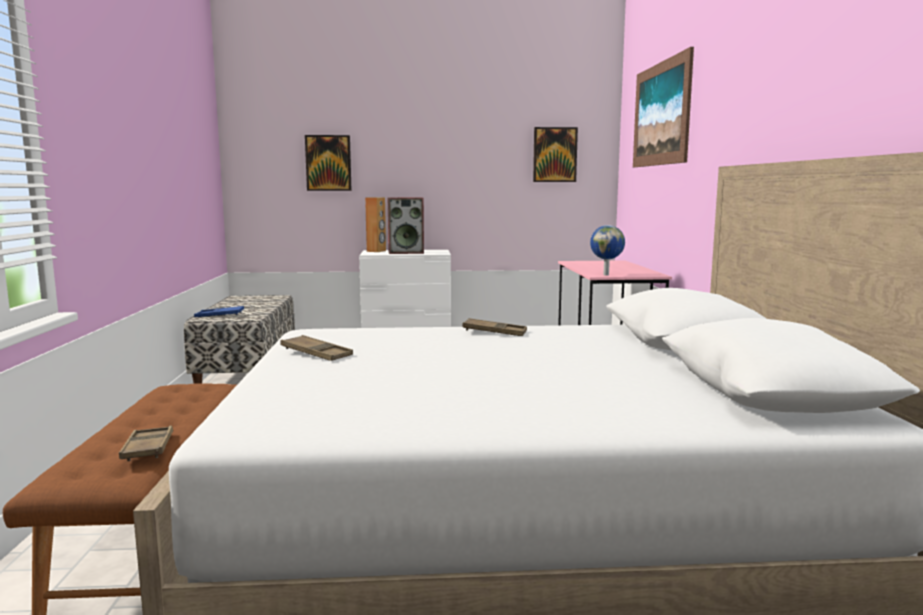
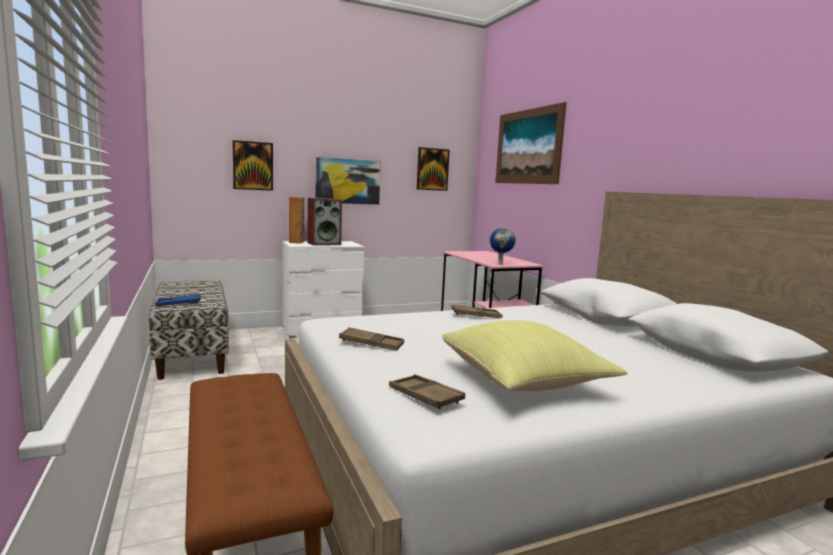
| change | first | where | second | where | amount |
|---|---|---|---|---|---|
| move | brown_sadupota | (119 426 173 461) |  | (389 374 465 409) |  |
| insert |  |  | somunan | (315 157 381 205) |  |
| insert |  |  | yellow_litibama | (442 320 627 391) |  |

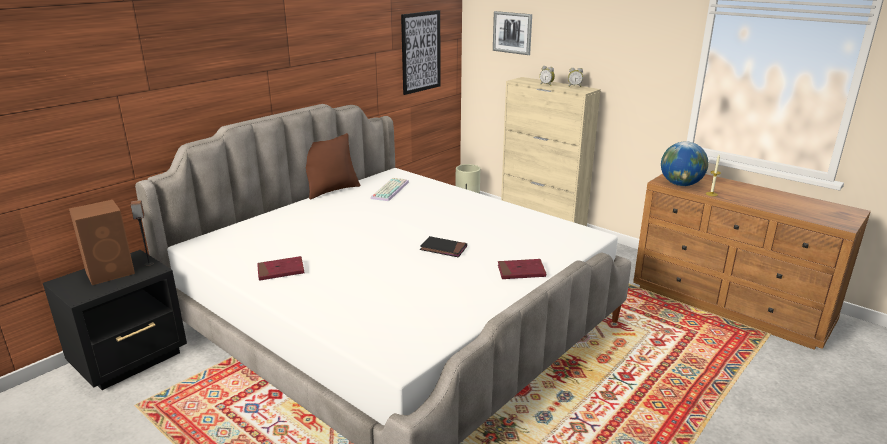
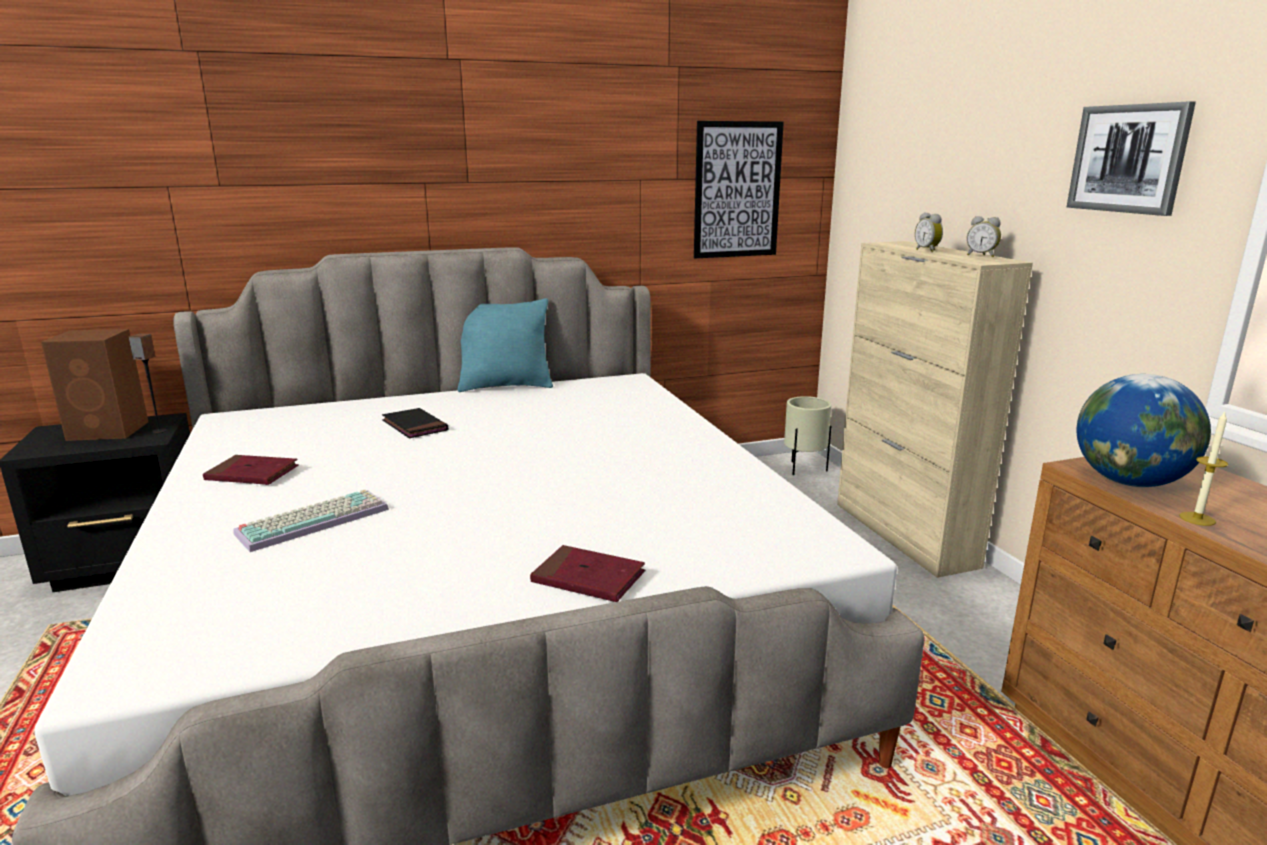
| change | first | where | second | where | amount |
|---|---|---|---|---|---|
| move | somunan | (493 11 532 55) |  | (1067 101 1196 216) |  |
| recolor | brown_litibama | (306 133 360 199) | turquoise_litibama | (457 298 553 392) |  |
| move | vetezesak | (371 178 409 201) |  | (233 490 389 552) |  |
| move | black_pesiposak | (420 236 467 257) |  | (382 408 448 438) |  |

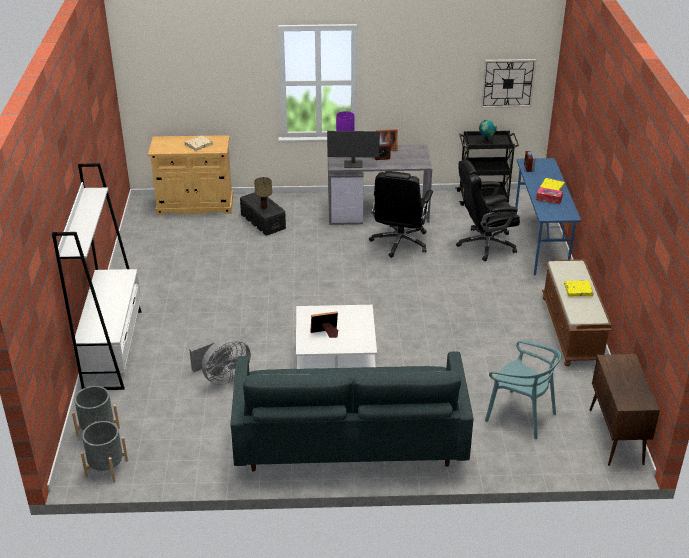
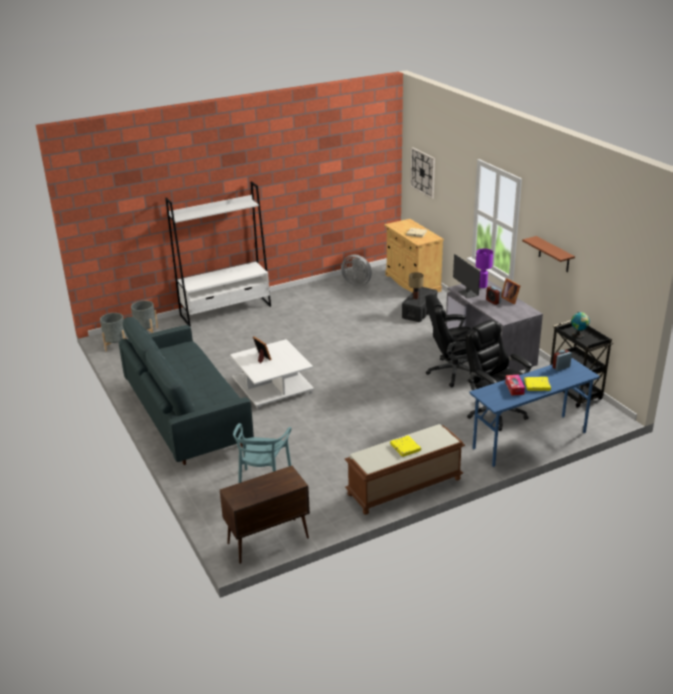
| change | first | where | second | where | amount |
|---|---|---|---|---|---|
| move | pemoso | (481 59 536 108) |  | (410 147 435 199) |  |
| move | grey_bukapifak | (189 337 251 385) |  | (341 255 372 287) |  |
| insert |  |  | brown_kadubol | (522 236 575 272) |  |

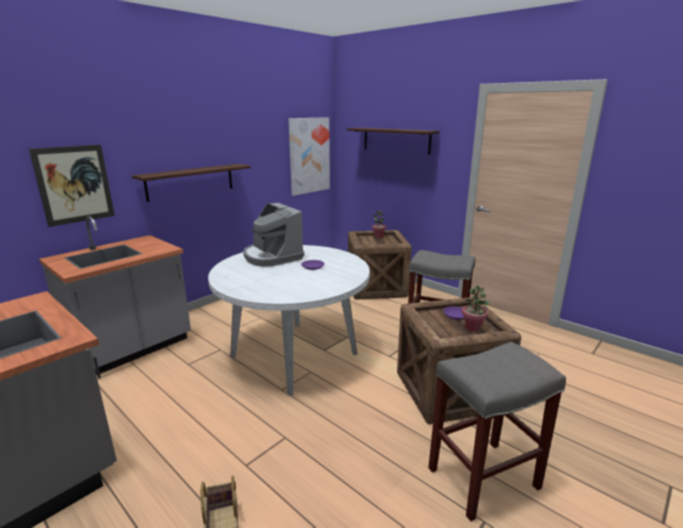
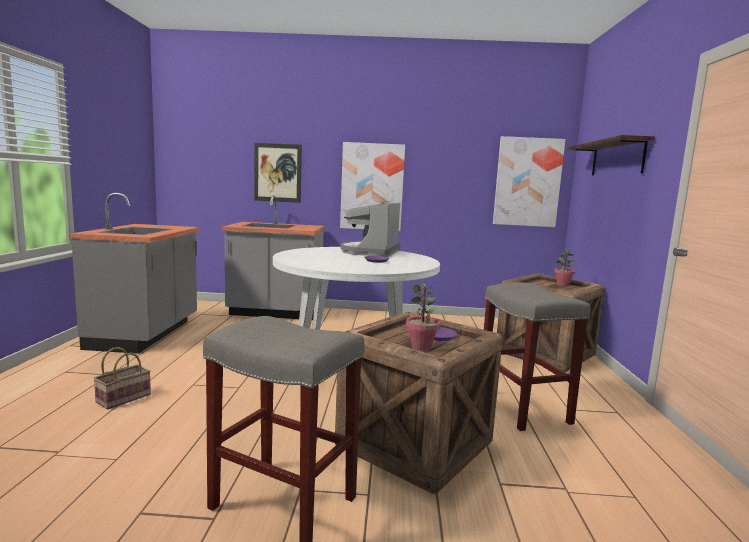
| change | first | where | second | where | amount |
|---|---|---|---|---|---|
| replace | kadubol | (132 164 251 202) | somunan | (340 142 405 231) |  |

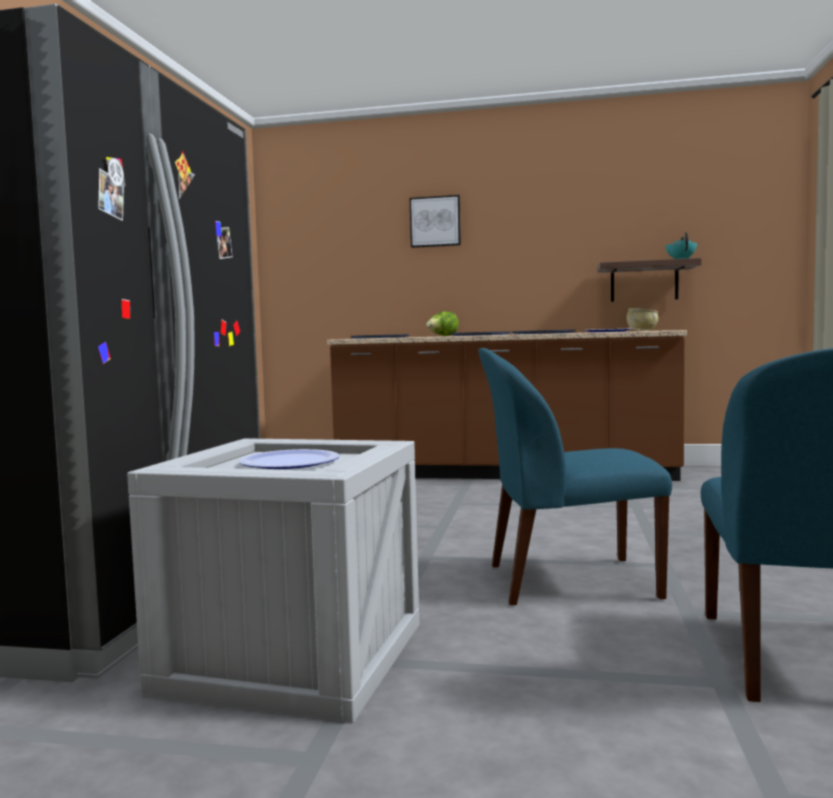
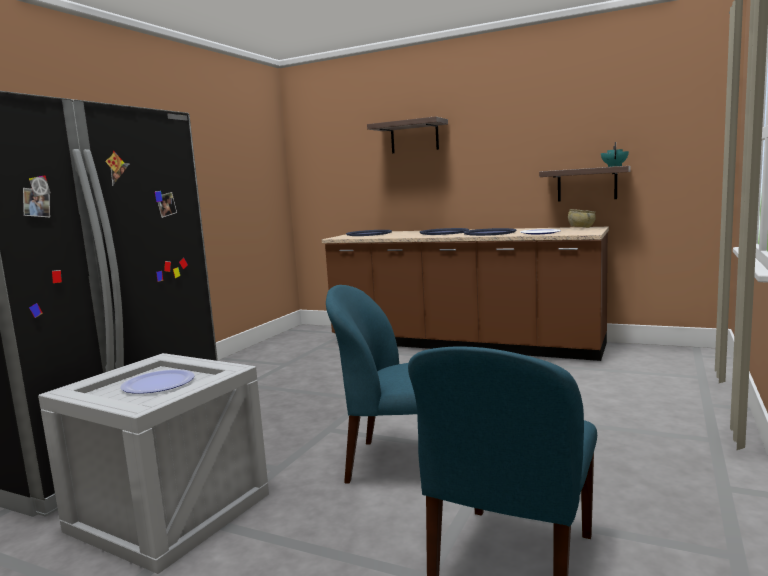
| change | first | where | second | where | amount |
|---|---|---|---|---|---|
| replace | somunan | (410 195 461 248) | kadubol | (367 116 448 154) |  |
| delete | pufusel | (426 311 459 336) |  |  |  |

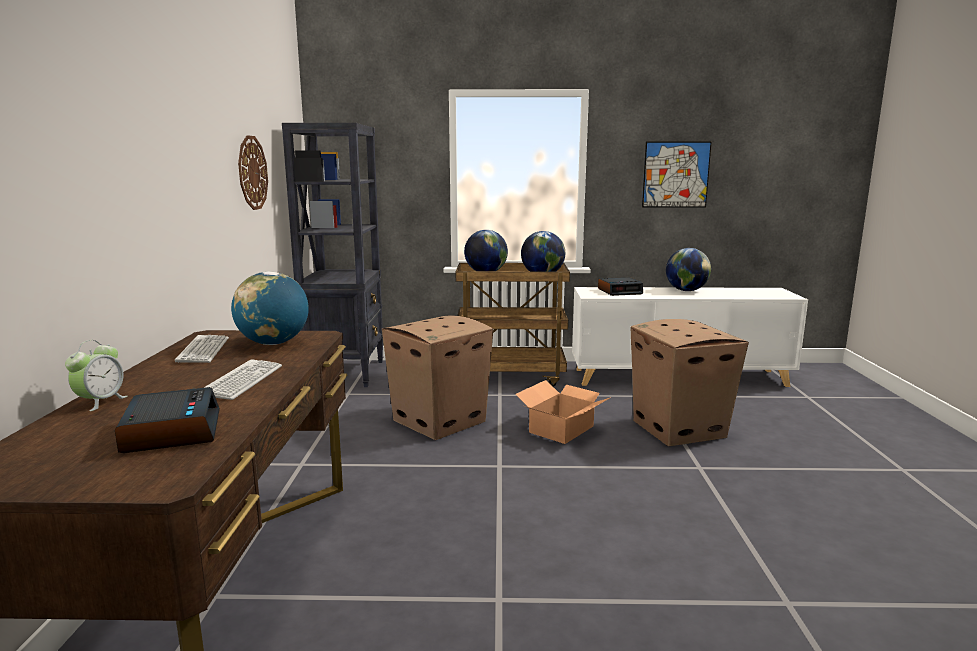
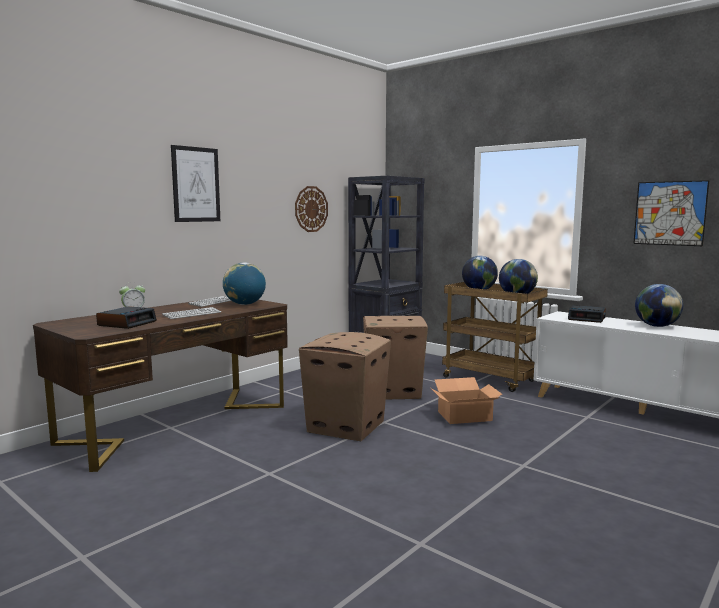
| change | first | where | second | where | amount |
|---|---|---|---|---|---|
| move | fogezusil | (631 319 749 446) |  | (299 332 391 441) |  |
| insert |  |  | somunan | (171 145 220 222) |  |

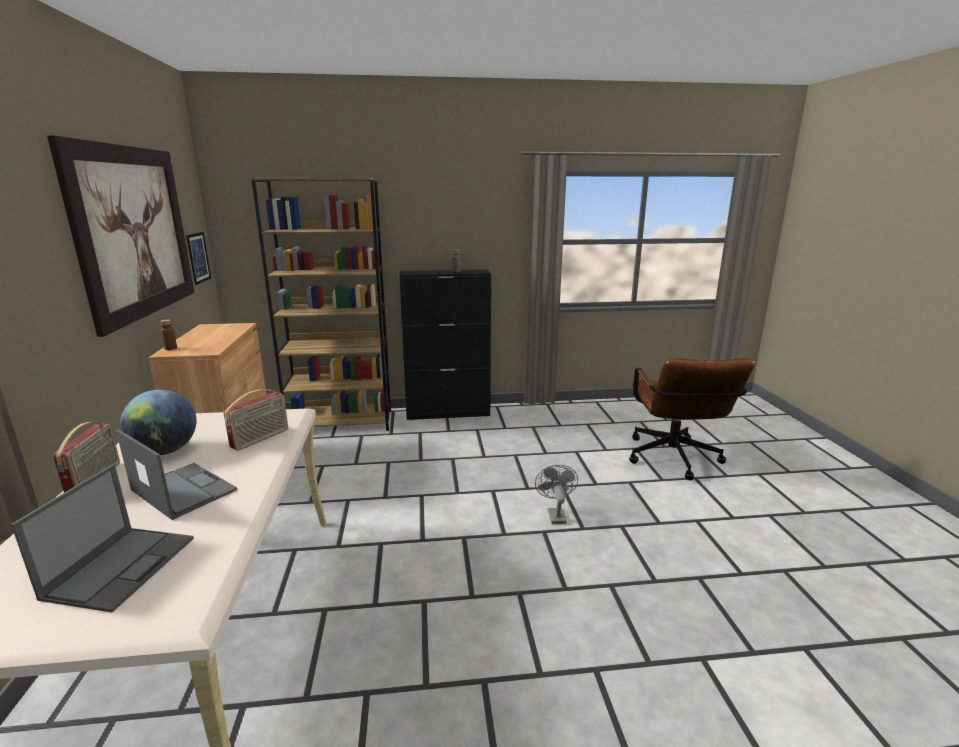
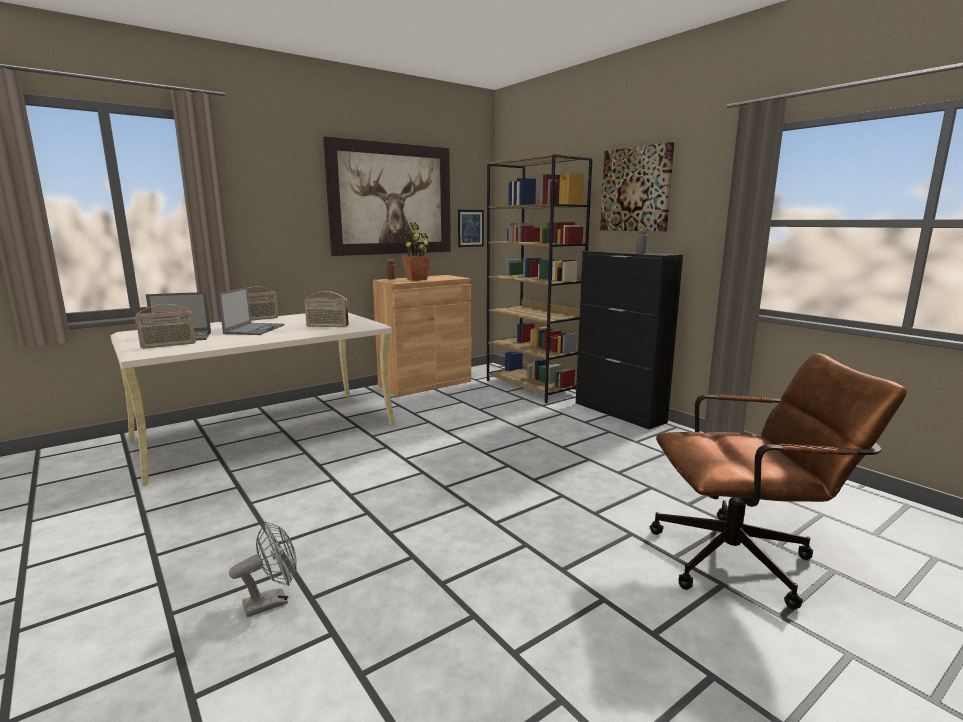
| change | first | where | second | where | amount |
|---|---|---|---|---|---|
| rotate | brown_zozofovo | (629 358 755 480) |  | (650 353 907 609) | 150 degrees counterclockwise |
| delete | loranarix | (120 390 196 455) |  |  |  |
| move | grey_bukapifak | (535 465 578 524) |  | (229 521 297 617) |  |
| insert |  |  | somunan | (600 142 674 231) |  |
| insert |  |  | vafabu | (402 222 431 281) |  |
| insert |  |  | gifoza | (135 304 196 349) |  |

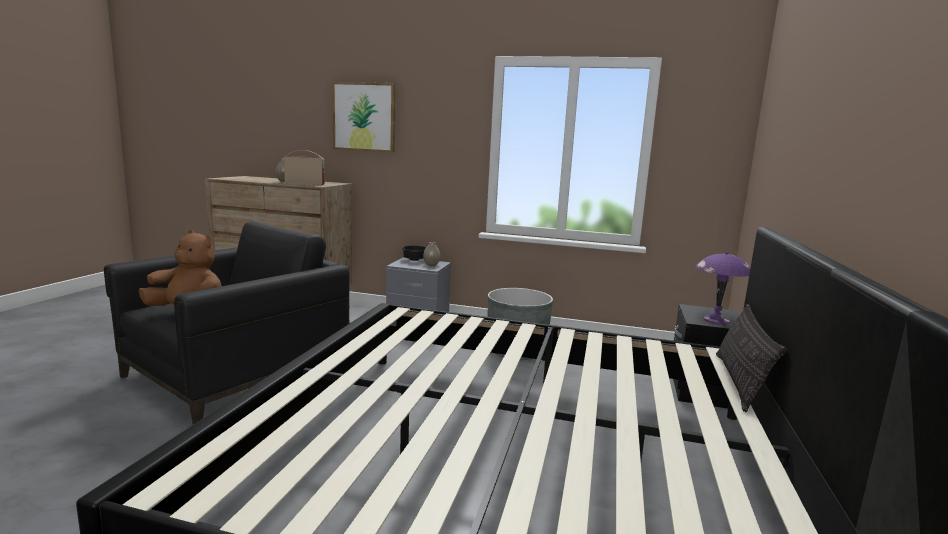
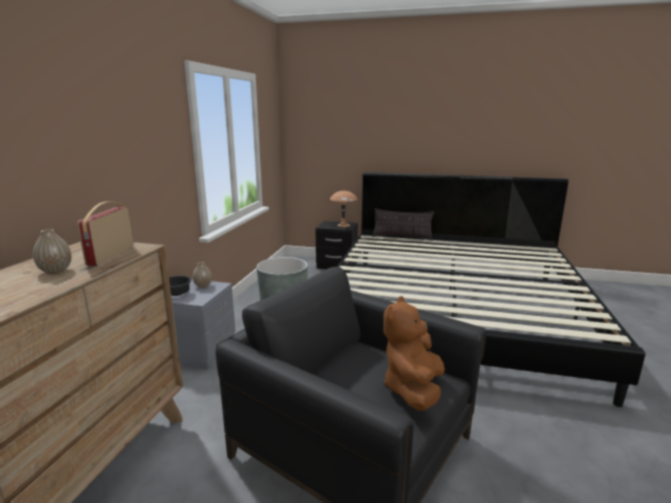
| change | first | where | second | where | amount |
|---|---|---|---|---|---|
| delete | somunan | (332 82 395 152) |  |  |  |
| recolor | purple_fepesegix | (695 252 751 324) | brown_fepesegix | (330 190 358 227) |  |

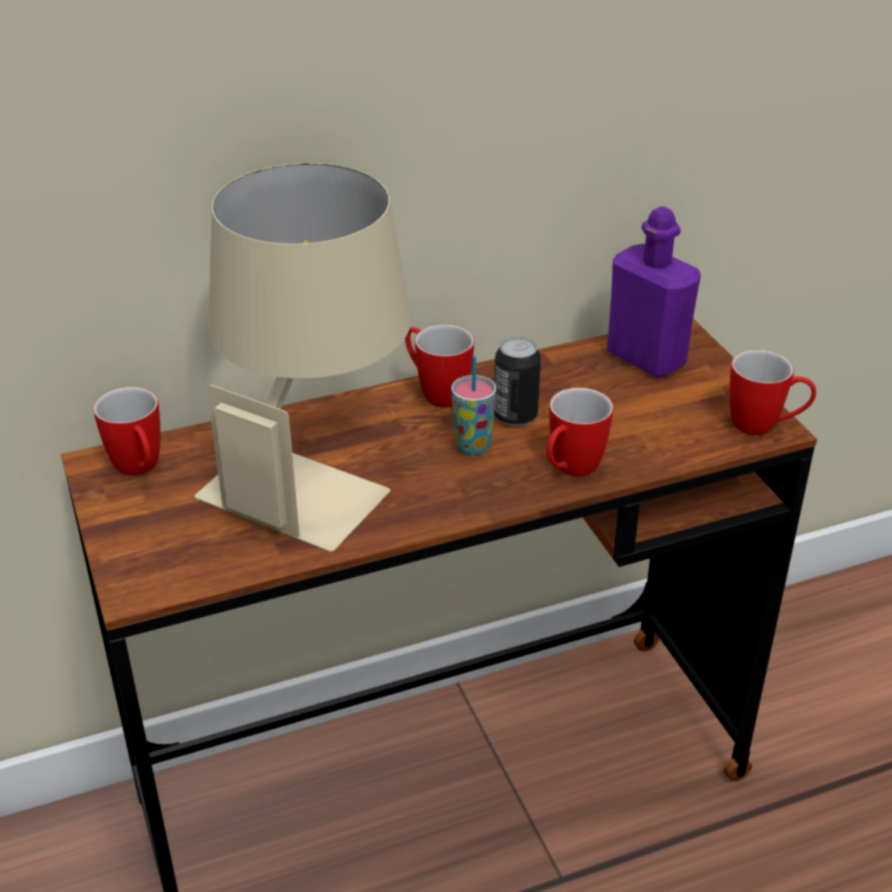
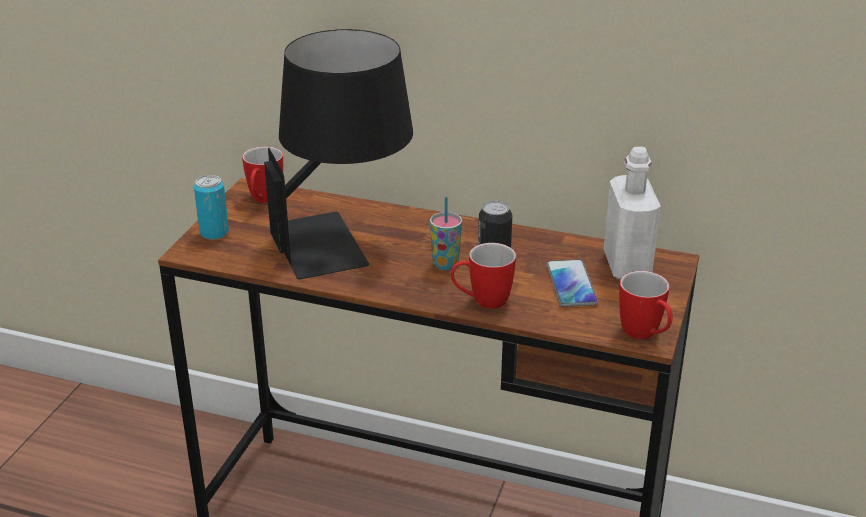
| change | first | where | second | where | amount |
|---|---|---|---|---|---|
| recolor | beige_fepesegix | (195 163 411 552) | black_fepesegix | (264 29 413 279) |  |
| recolor | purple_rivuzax | (607 206 701 377) | white_rivuzax | (604 147 661 280) |  |
| delete | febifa | (405 324 474 408) |  |  |  |
| insert |  |  | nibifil | (194 175 229 240) |  |
| insert |  |  | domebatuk | (546 259 598 307) |  |

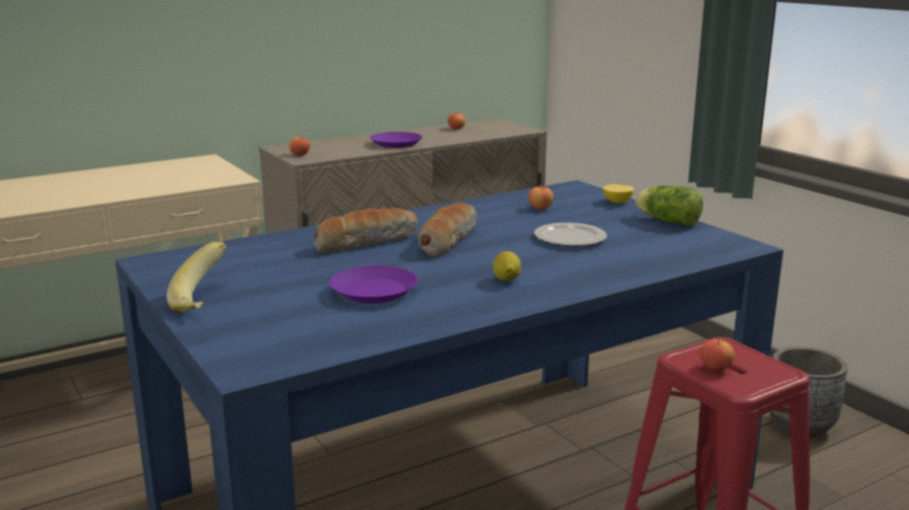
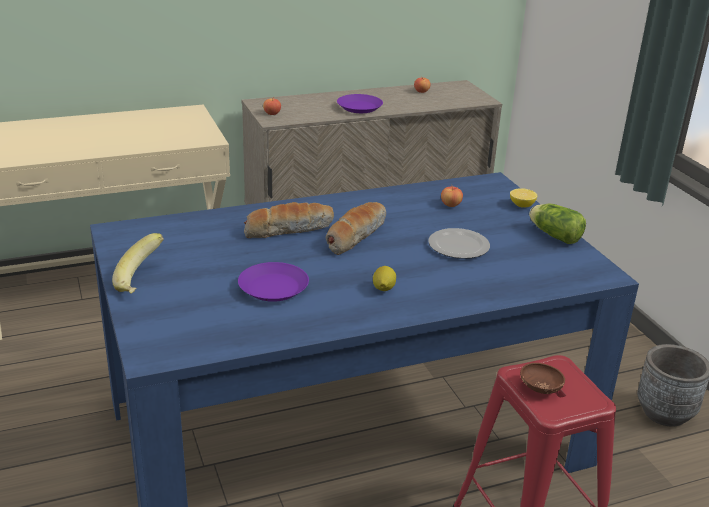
| change | first | where | second | where | amount |
|---|---|---|---|---|---|
| replace | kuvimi | (700 339 735 371) | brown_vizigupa | (520 363 565 394) |  |

